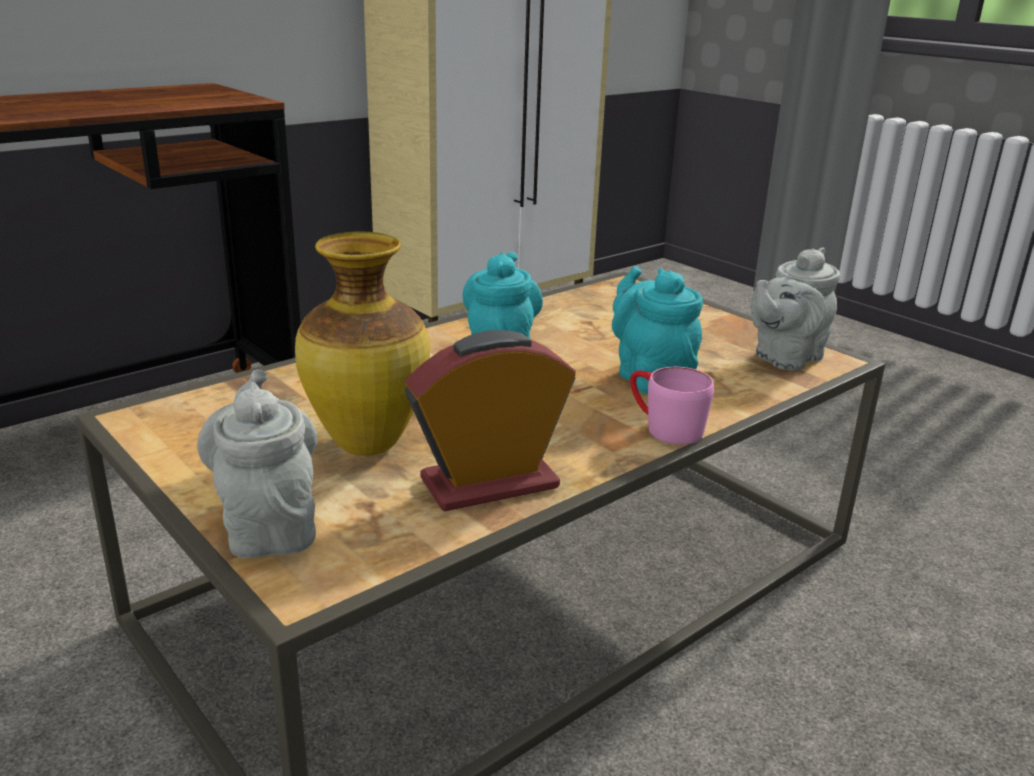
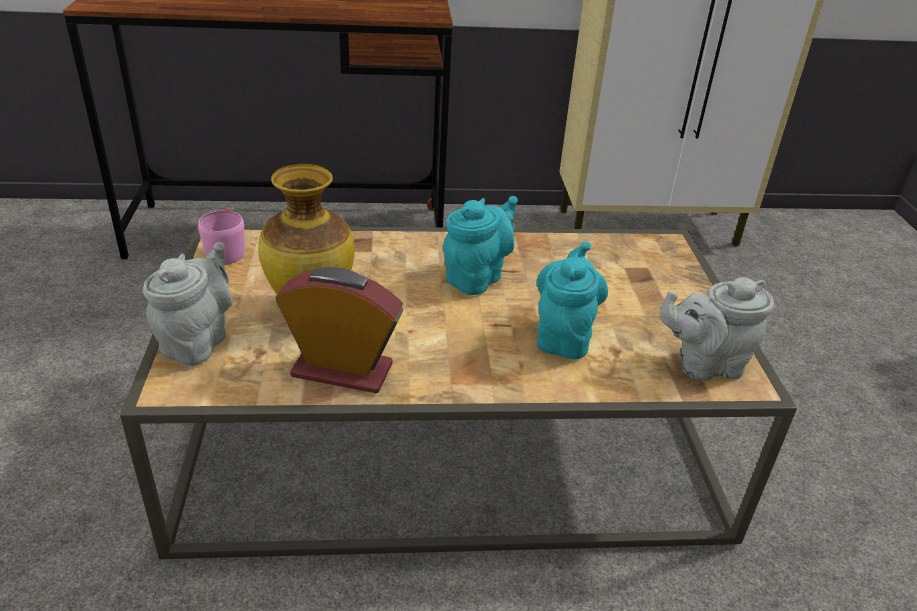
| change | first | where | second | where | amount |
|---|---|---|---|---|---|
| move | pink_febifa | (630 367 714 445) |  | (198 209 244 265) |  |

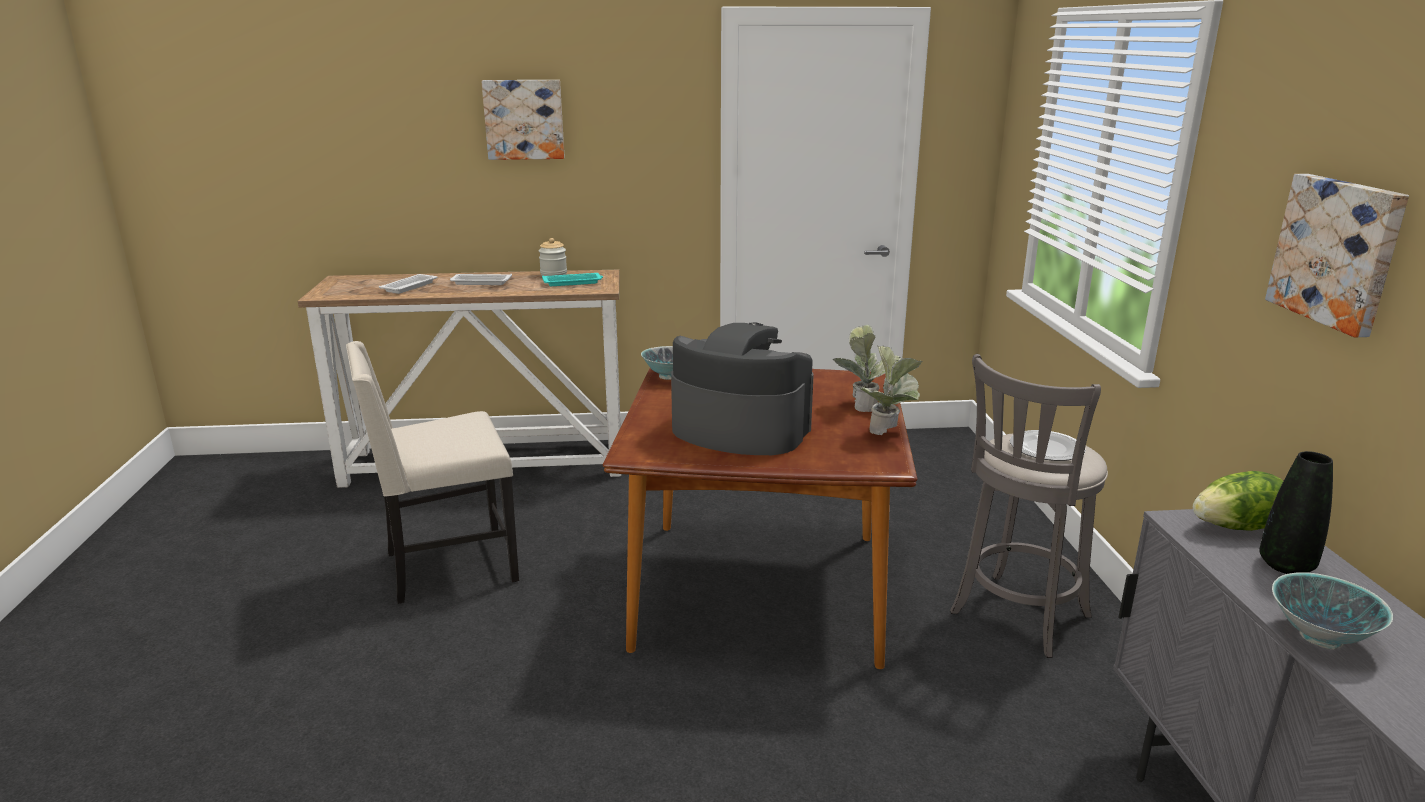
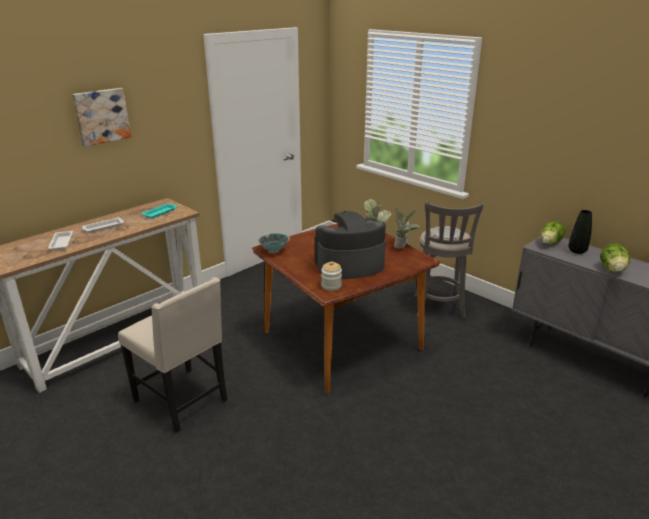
| change | first | where | second | where | amount |
|---|---|---|---|---|---|
| delete | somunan | (1265 174 1409 337) |  |  |  |
| move | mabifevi | (539 238 567 276) |  | (321 261 342 291) |  |
| rotate | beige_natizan | (346 341 519 604) |  | (118 277 227 432) | 75 degrees counterclockwise |
| replace | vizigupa | (1272 572 1393 650) | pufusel | (600 243 630 272) |  |

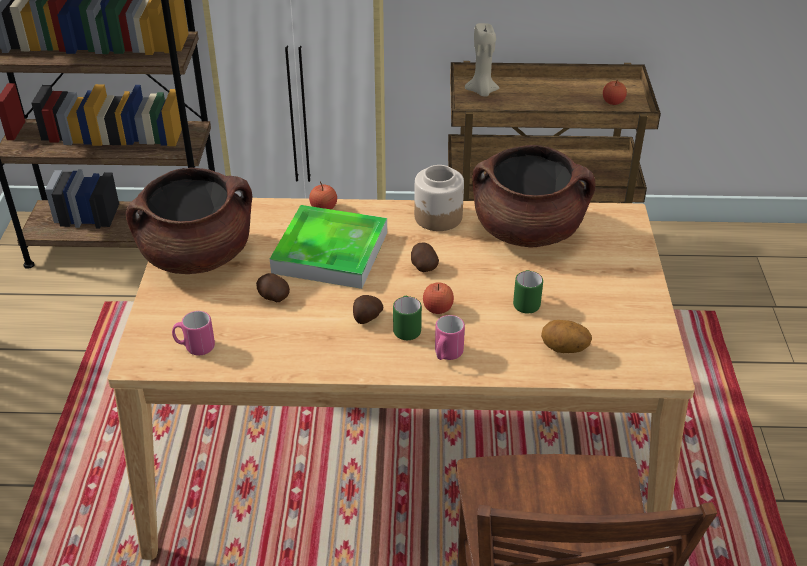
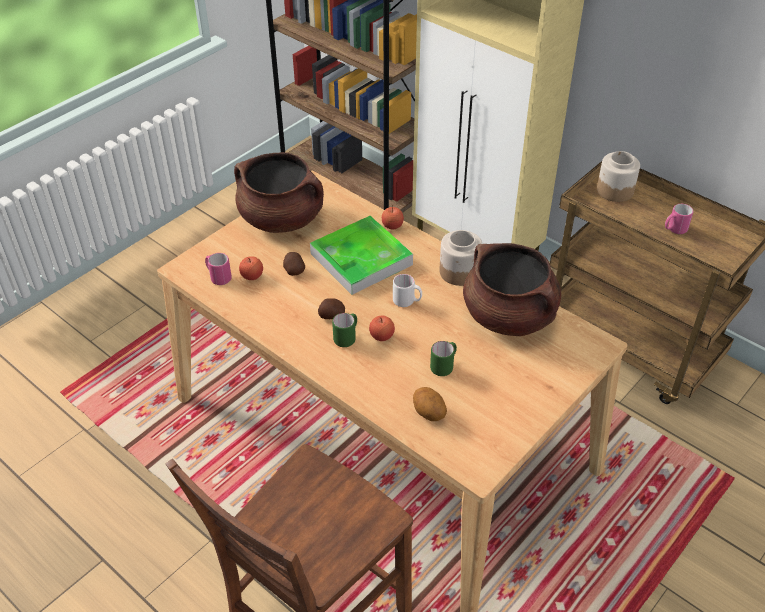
| change | first | where | second | where | amount |
|---|---|---|---|---|---|
| replace | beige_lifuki | (465 23 499 97) | mabifevi | (597 151 640 202) |  |
| move | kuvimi | (603 80 627 105) |  | (239 256 263 280) |  |
| replace | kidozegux | (411 243 439 272) | white_febifa | (393 274 422 307) |  |
| move | pink_febifa | (435 315 465 360) |  | (665 204 693 234) |  |

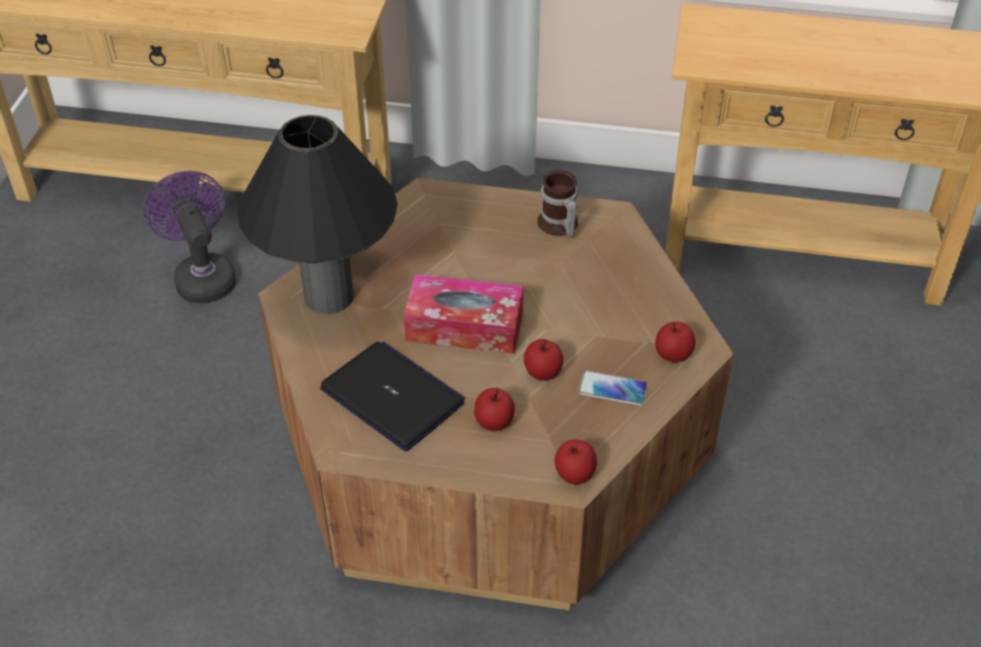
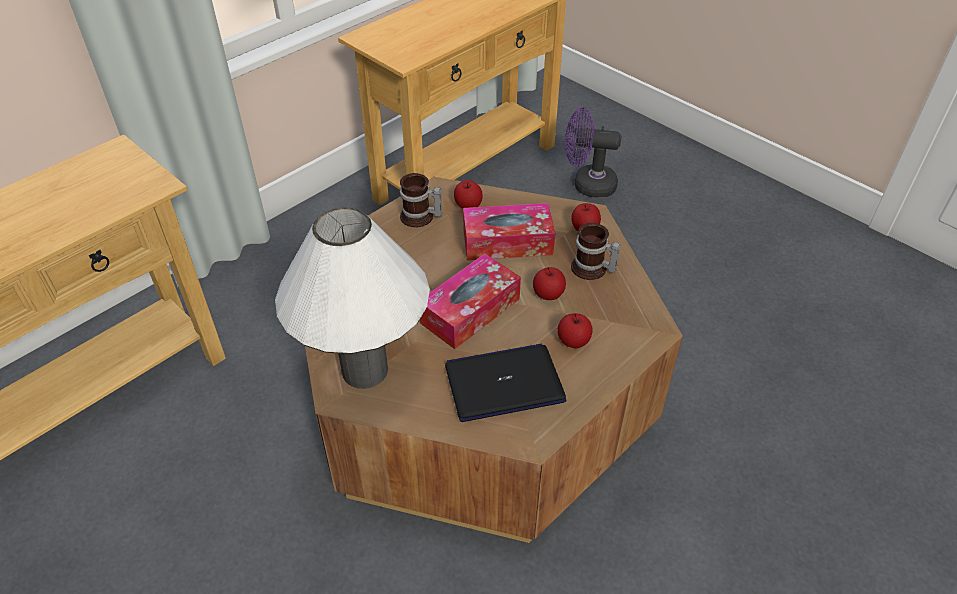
| change | first | where | second | where | amount |
|---|---|---|---|---|---|
| recolor | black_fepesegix | (237 115 398 314) | white_fepesegix | (275 207 430 389) |  |
| move | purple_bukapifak | (143 171 236 303) |  | (565 107 621 198) |  |
| replace | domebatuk | (578 371 648 406) | febifa | (571 222 621 280) |  |
| move | kuvimi | (554 440 597 484) |  | (454 180 483 209) |  |
| insert |  |  | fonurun | (463 203 555 260) |  |

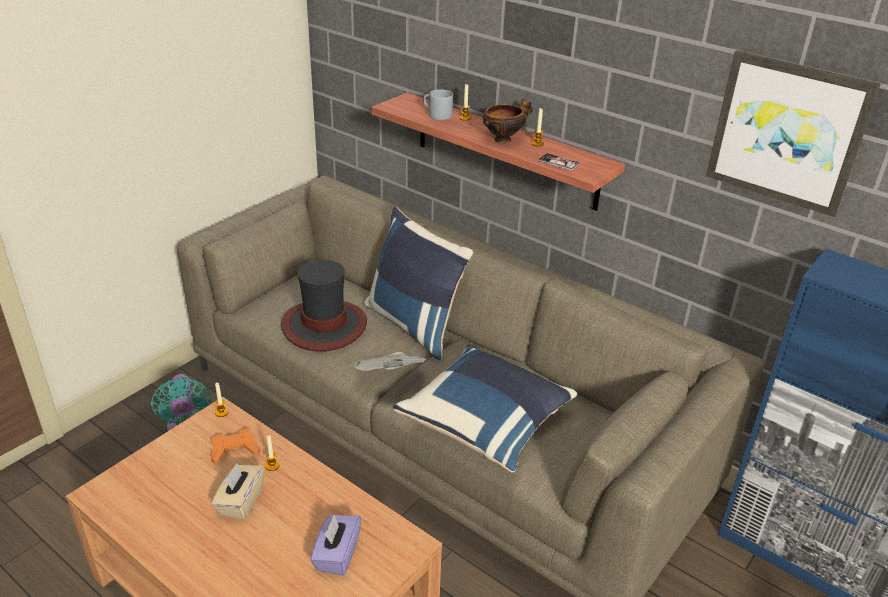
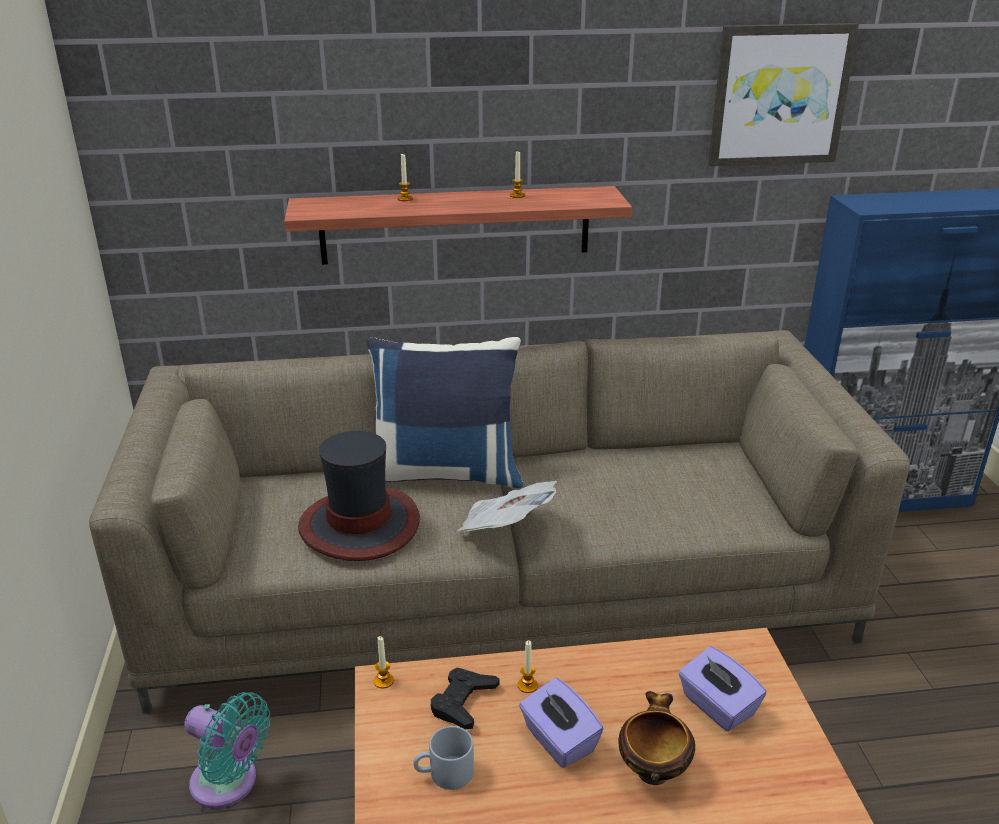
| change | first | where | second | where | amount |
|---|---|---|---|---|---|
| move | grey_febifa | (423 89 453 120) |  | (413 726 474 790) |  |
| move | vizigupa | (483 99 533 143) |  | (618 691 695 785) |  |
| delete | domebatuk | (538 153 579 170) |  |  |  |
| delete | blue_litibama | (393 345 577 472) |  |  |  |
| recolor | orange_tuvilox | (211 429 260 464) | black_tuvilox | (431 667 500 729) |  |
| recolor | beige_fonurun | (211 463 265 520) | purple_fonurun | (519 678 604 768) |  |

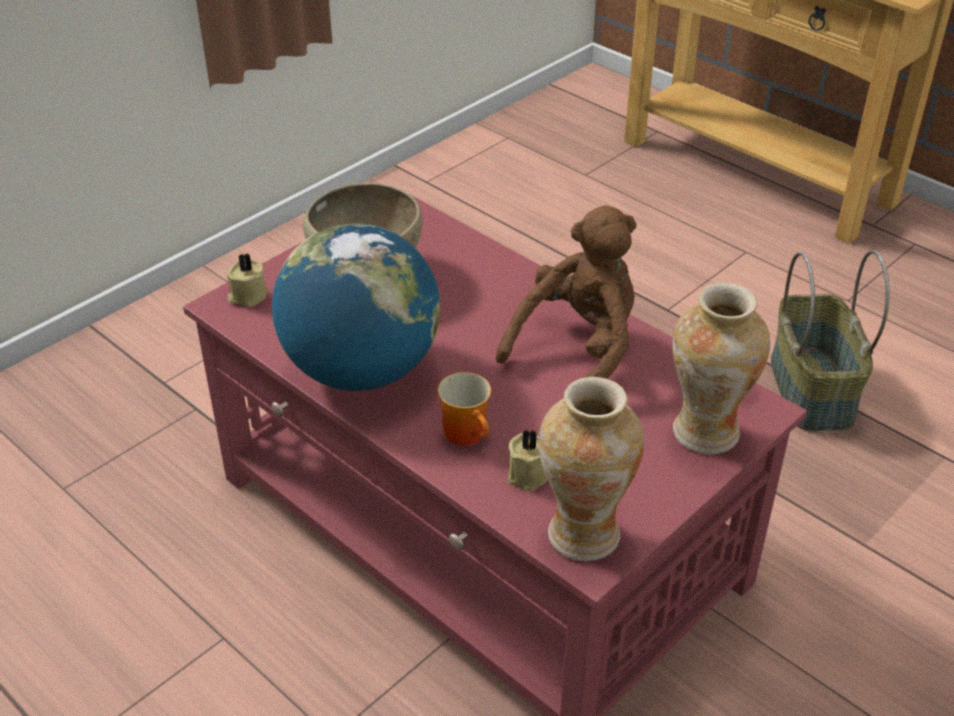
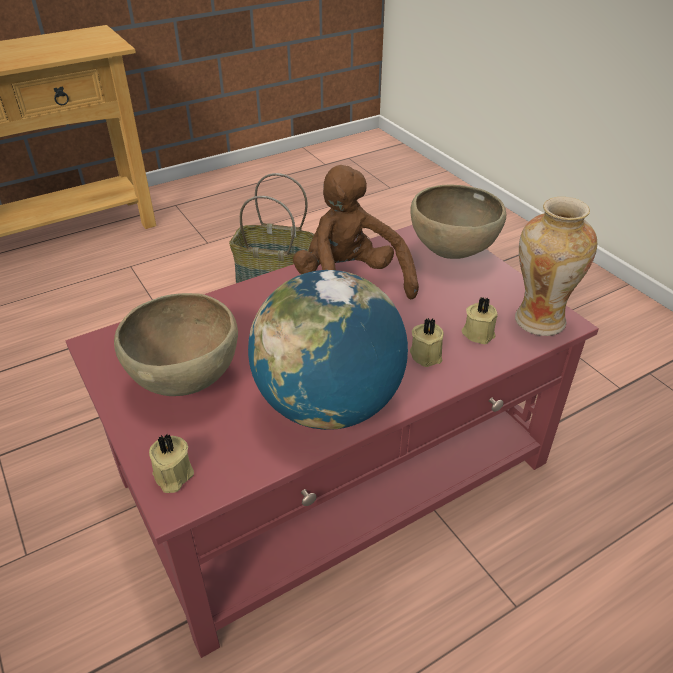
| change | first | where | second | where | amount |
|---|---|---|---|---|---|
| replace | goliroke | (672 283 770 455) | brown_vizigupa | (410 185 506 259) |  |
| replace | febifa | (437 372 491 446) | beige_lifuki | (410 318 444 367) |  |

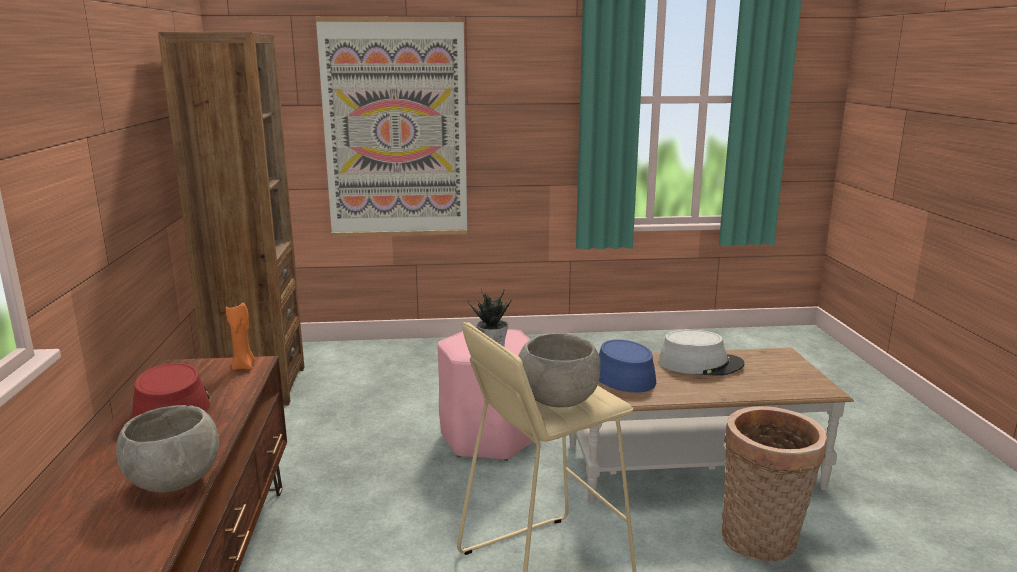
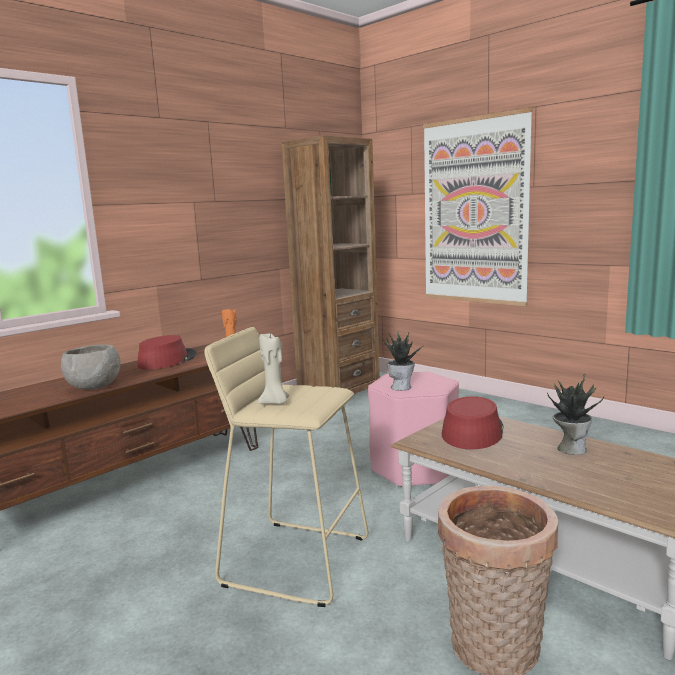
| change | first | where | second | where | amount |
|---|---|---|---|---|---|
| replace | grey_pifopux | (658 330 744 376) | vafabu | (547 374 604 455) |  |
| replace | grey_vizigupa | (519 333 600 407) | beige_lifuki | (258 333 289 404) |  |
| recolor | blue_pifopux | (599 340 656 393) | red_pifopux | (442 396 503 449) |  |

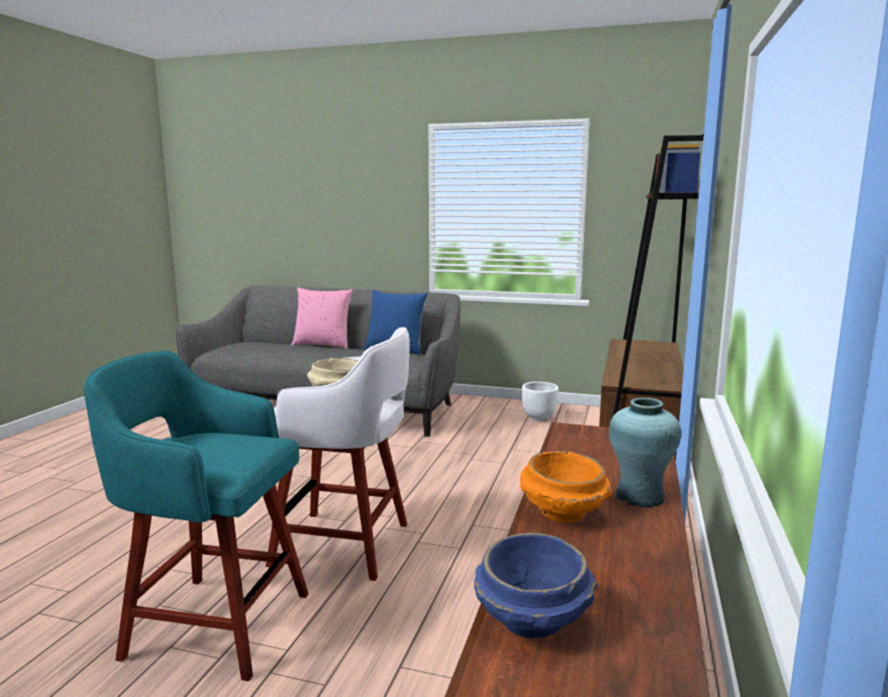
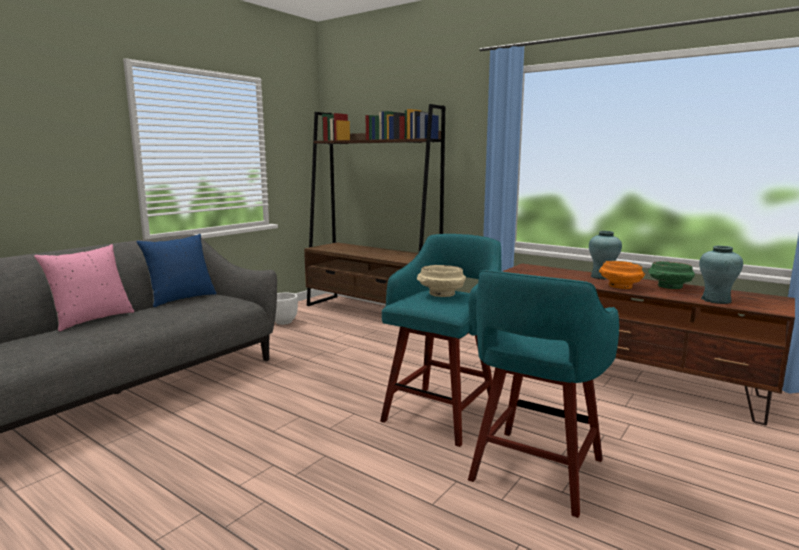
| change | first | where | second | where | amount |
|---|---|---|---|---|---|
| recolor | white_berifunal | (266 327 410 581) | turquoise_berifunal | (380 234 502 447) |  |
| replace | blue_vizigupa | (474 533 598 638) | turquoise_goliroke | (699 246 743 304) |  |
| insert |  |  | green_vizigupa | (648 261 695 289) |  |

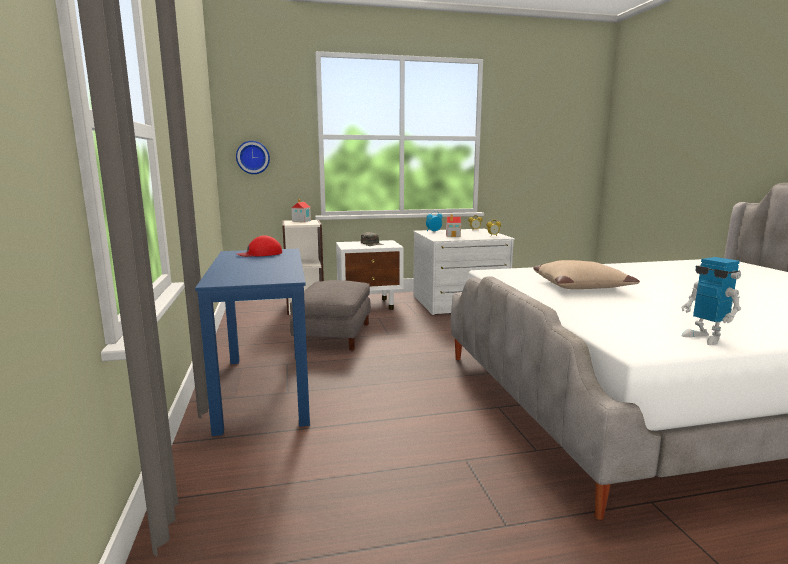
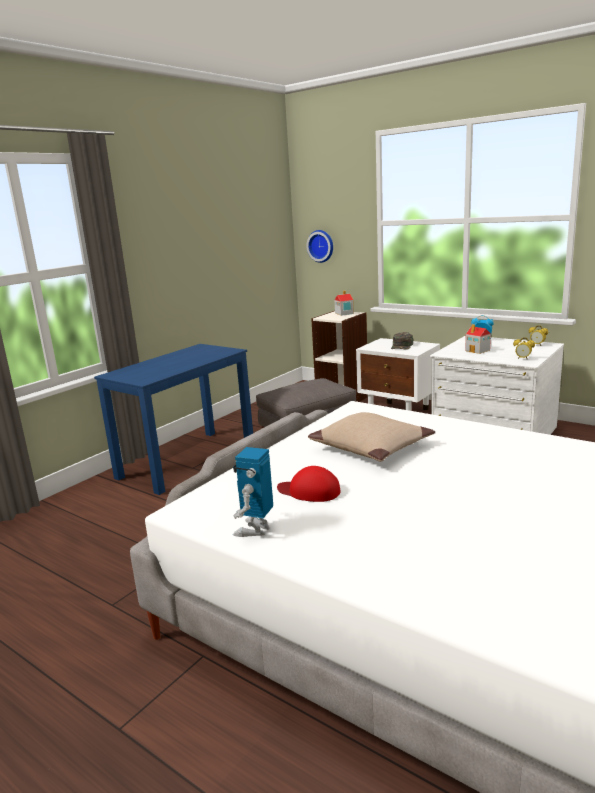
| change | first | where | second | where | amount |
|---|---|---|---|---|---|
| move | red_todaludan | (237 235 282 257) |  | (277 466 340 502) |  |

